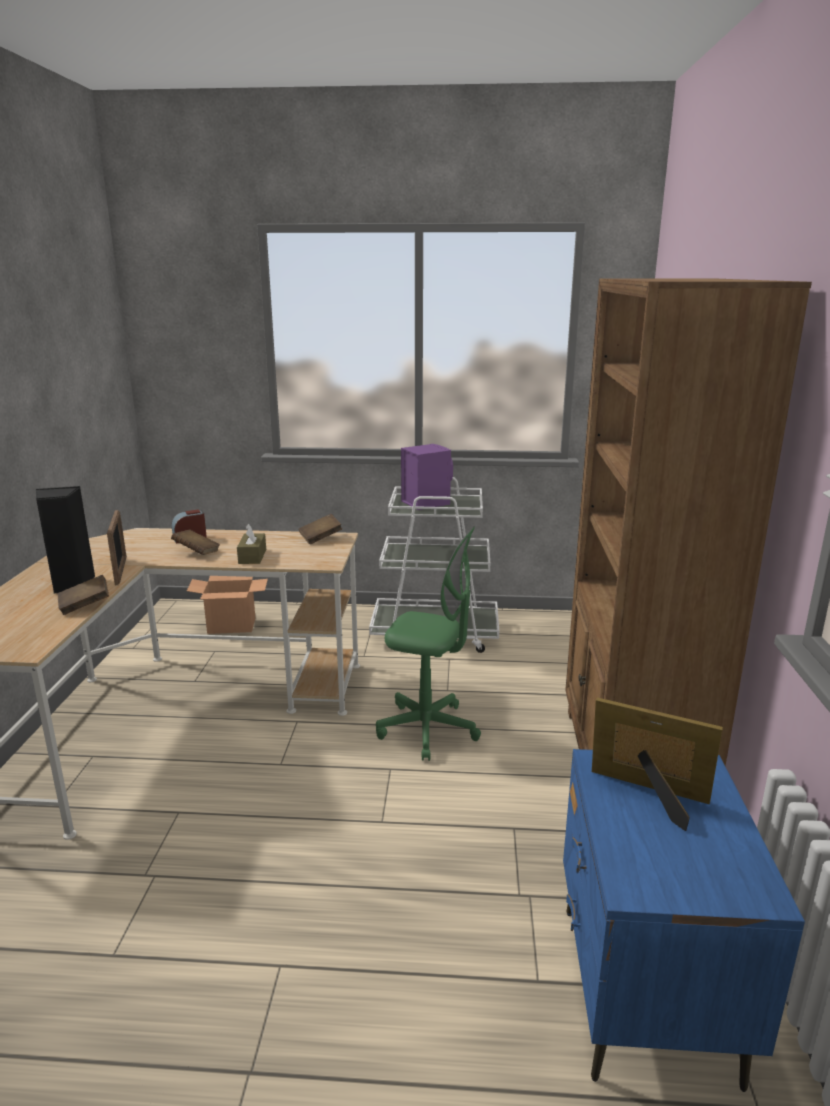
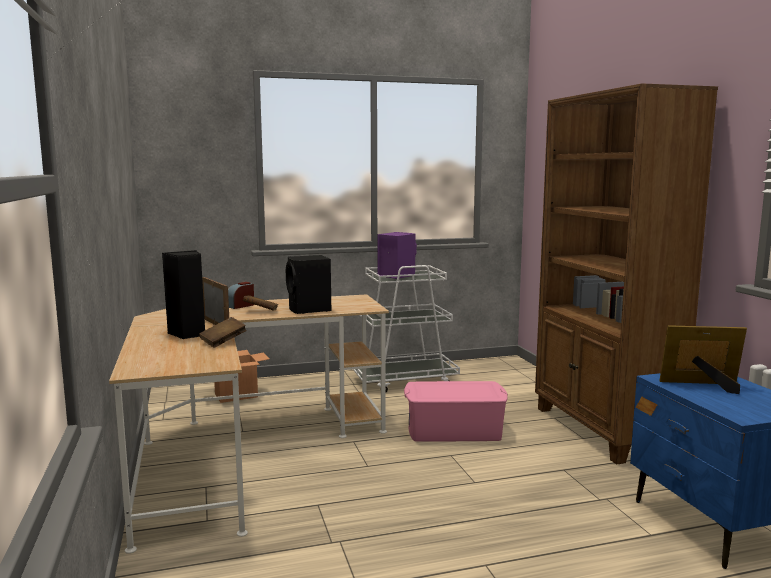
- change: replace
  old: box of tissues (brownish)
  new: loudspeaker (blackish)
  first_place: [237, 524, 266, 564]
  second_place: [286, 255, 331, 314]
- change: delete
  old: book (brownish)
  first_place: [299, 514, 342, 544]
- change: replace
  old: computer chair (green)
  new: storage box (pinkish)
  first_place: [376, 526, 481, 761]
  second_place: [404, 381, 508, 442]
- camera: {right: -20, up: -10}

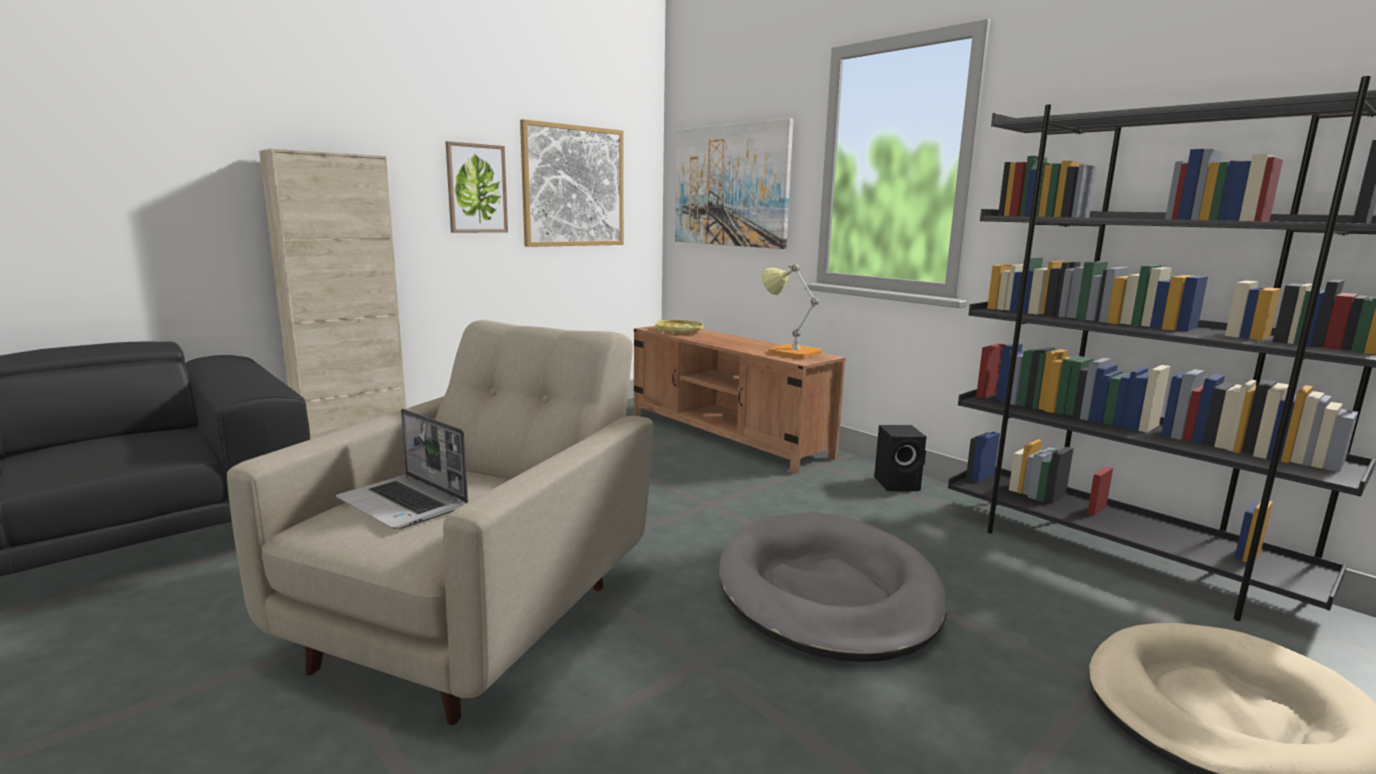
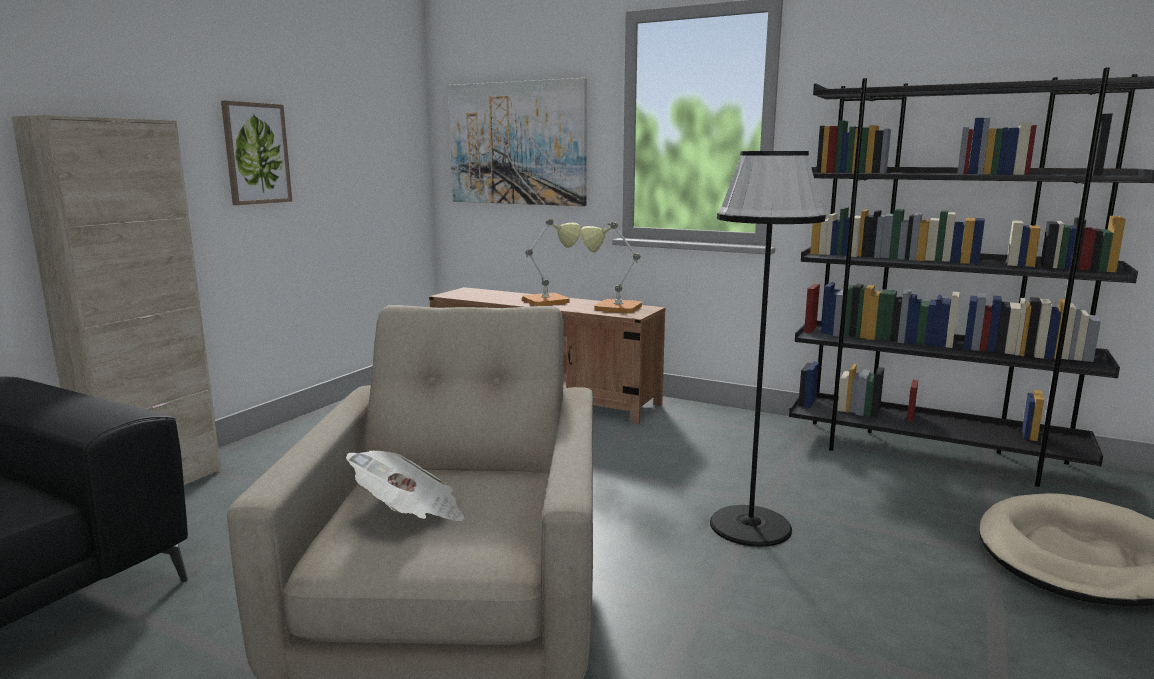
- change: replace
  old: portable computer
  new: daily paper
  first_place: [336, 409, 468, 529]
  second_place: [346, 451, 465, 521]
- change: delete
  old: wall picture
  first_place: [520, 119, 624, 247]
- change: delete
  old: carrying tray (yellow)
  first_place: [656, 320, 704, 334]
- change: replace
  old: pet bed (greyish)
  new: standing lamp (blackish)
  first_place: [719, 513, 947, 662]
  second_place: [710, 151, 825, 547]
- change: delete
  old: loudspeaker (blackish)
  first_place: [874, 425, 926, 492]
- change: insert
  new: table lamp
  second_place: [522, 219, 581, 306]
- camera: {right: -20, up: 0}

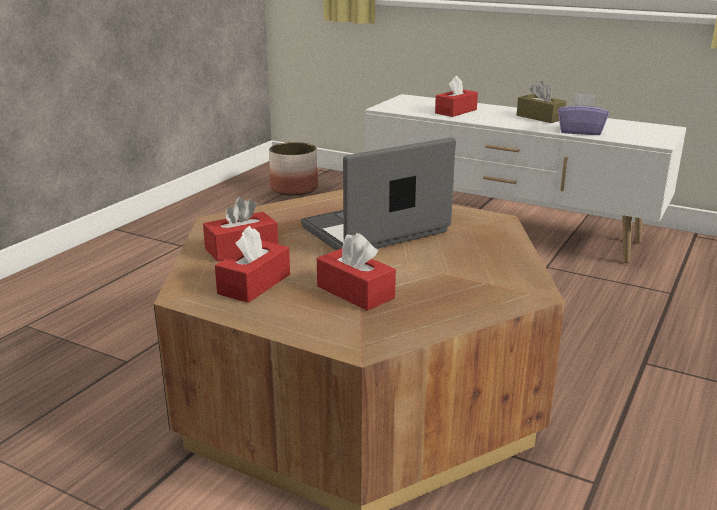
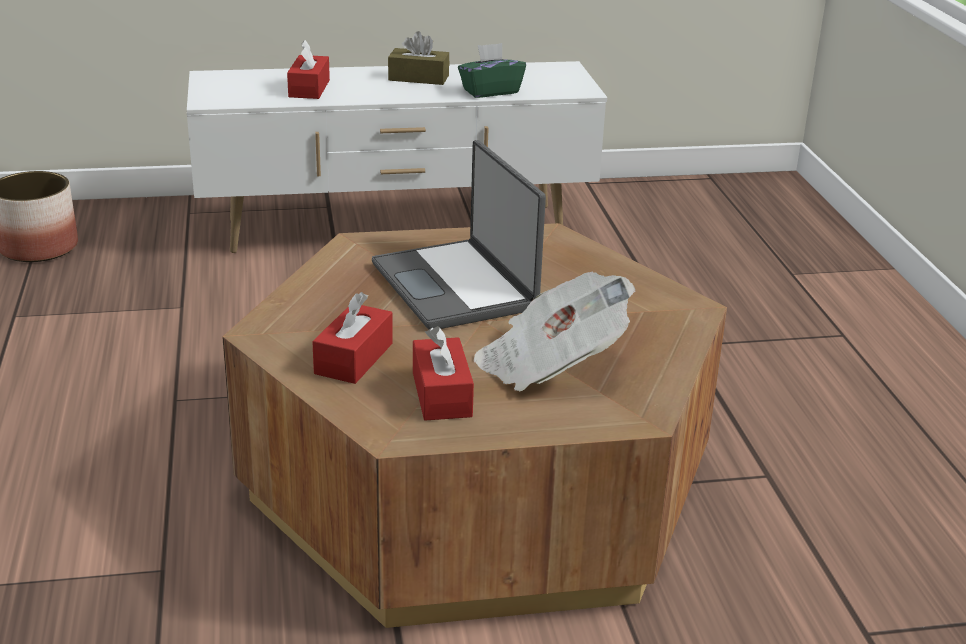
- change: rotate
  old: portable computer
  first_place: [301, 137, 456, 250]
  second_place: [372, 140, 546, 330]
  degrees: -45
- change: replace
  old: box of tissues (reddish)
  new: daily paper
  first_place: [317, 233, 396, 311]
  second_place: [474, 272, 636, 392]
- change: recolor
  old: box of tissues (purplish)
  new: box of tissues (green)
  first_place: [558, 93, 609, 135]
  second_place: [458, 43, 526, 98]
- camera: {right: -40, up: 5}

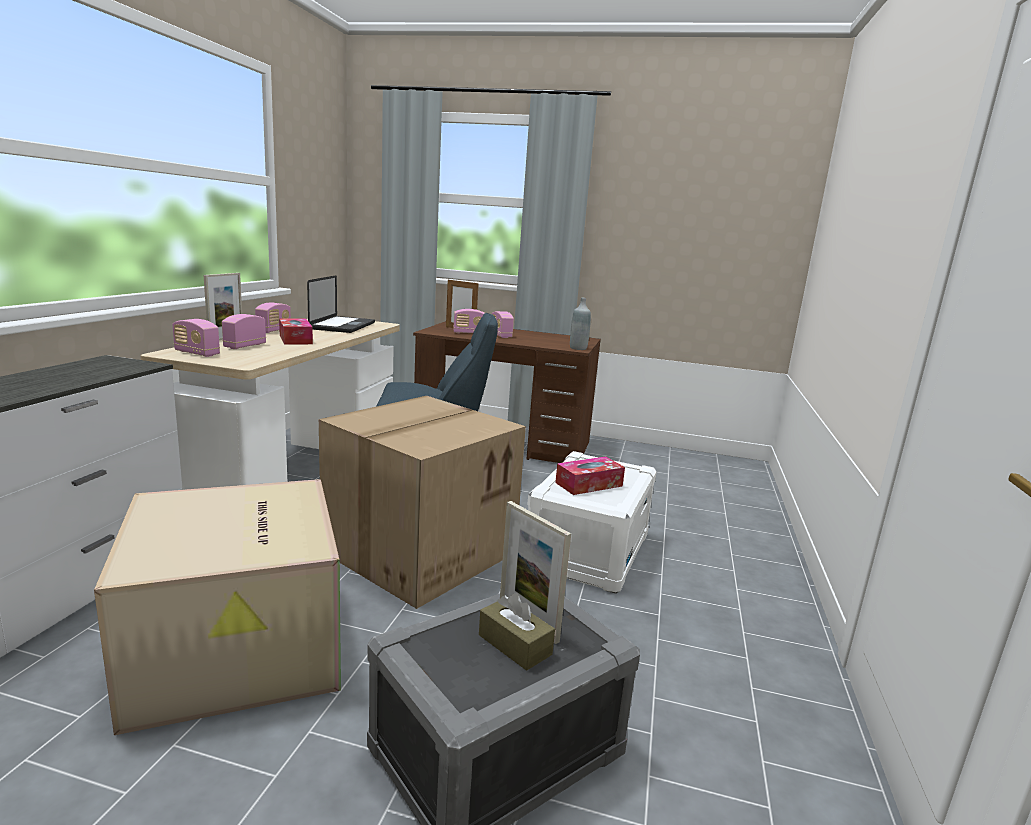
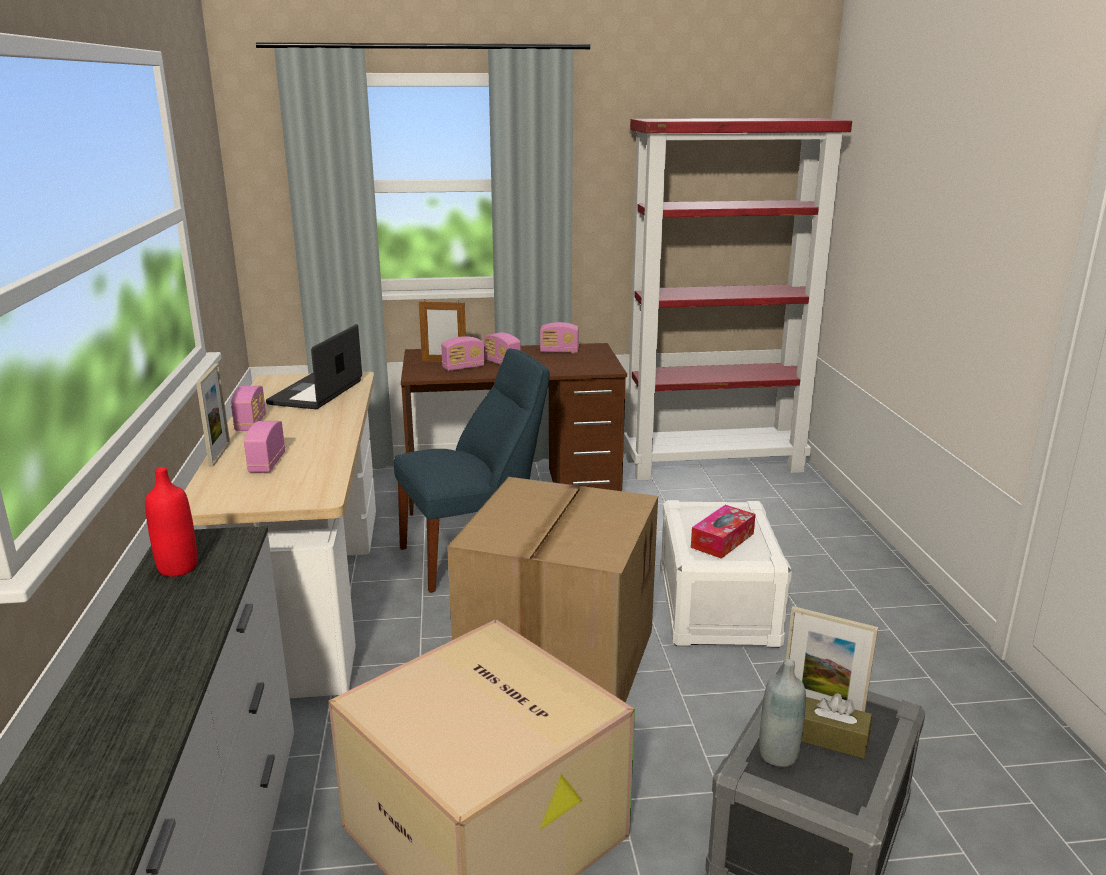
- change: move
  old: radio
  first_place: [173, 319, 220, 357]
  second_place: [540, 322, 579, 353]
- change: delete
  old: box of tissues
  first_place: [279, 318, 313, 345]
- change: rotate
  old: portable computer
  first_place: [307, 275, 375, 333]
  second_place: [266, 324, 362, 409]
  degrees: -150
- change: move
  old: drink bottle (greyish)
  first_place: [570, 298, 591, 350]
  second_place: [759, 659, 806, 767]
- change: insert
  new: drink bottle (reddish)
  second_place: [145, 467, 198, 577]
- change: insert
  new: shelving unit (reddish)
  second_place: [624, 118, 852, 481]
- camera: {right: -20, up: 5}

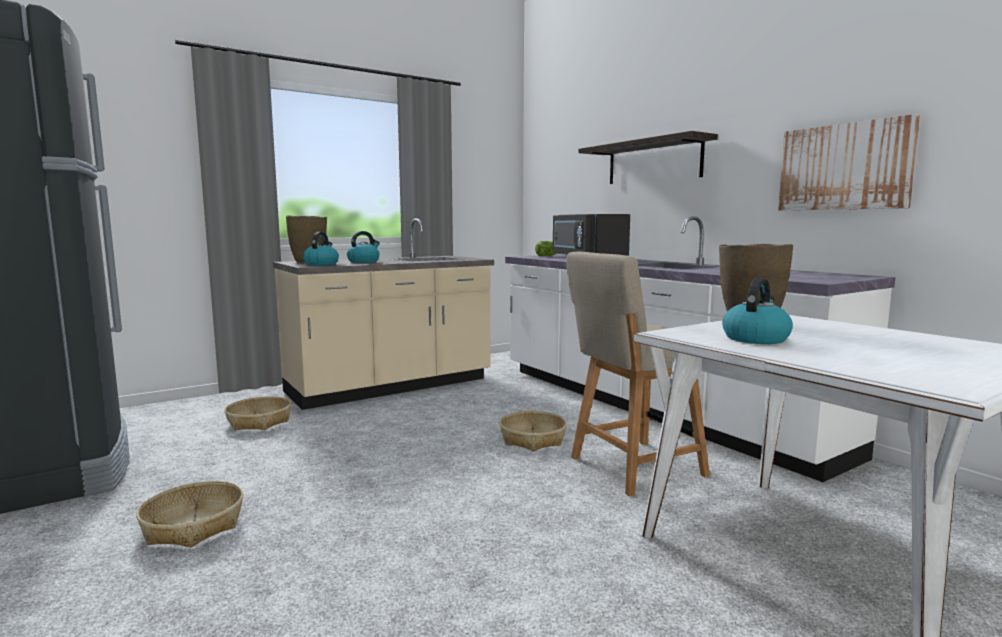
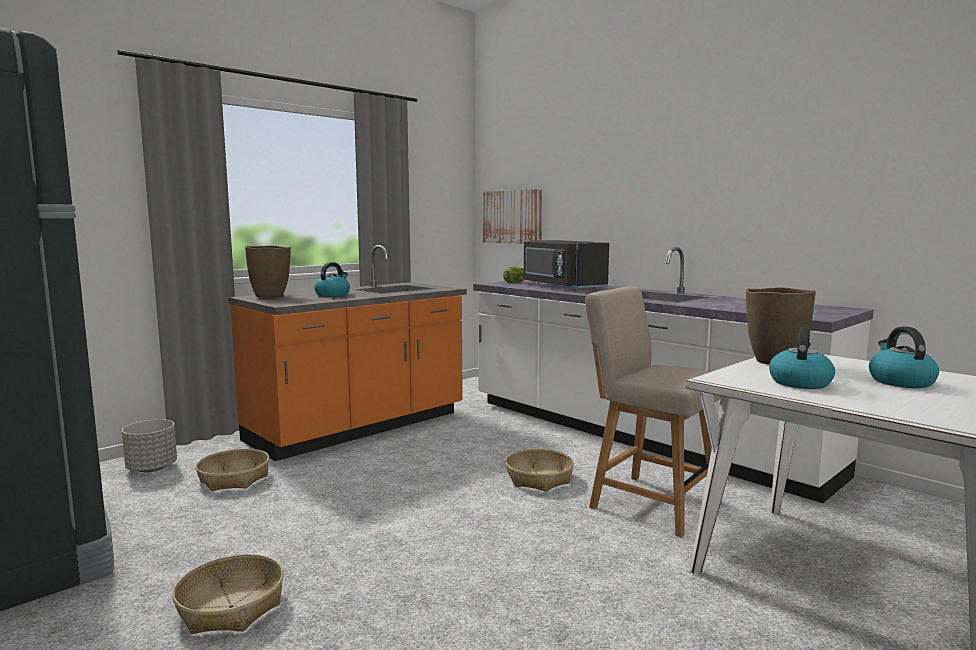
- change: recolor
  old: kitchen counter (beige)
  new: kitchen counter (orange-coloured)
  first_place: [273, 219, 494, 410]
  second_place: [228, 245, 467, 461]
- change: move
  old: water kettle
  first_place: [303, 232, 339, 266]
  second_place: [869, 327, 939, 388]
- change: rotate
  old: chair (beige)
  first_place: [566, 252, 710, 496]
  second_place: [585, 286, 721, 538]
  degrees: 75
- change: delete
  old: wall shelf
  first_place: [578, 131, 718, 184]
- change: move
  old: wall picture
  first_place: [778, 114, 920, 210]
  second_place: [483, 189, 542, 244]
- change: insert
  new: planter (greyish)
  second_place: [122, 419, 177, 472]
- camera: {right: -10, up: 0}

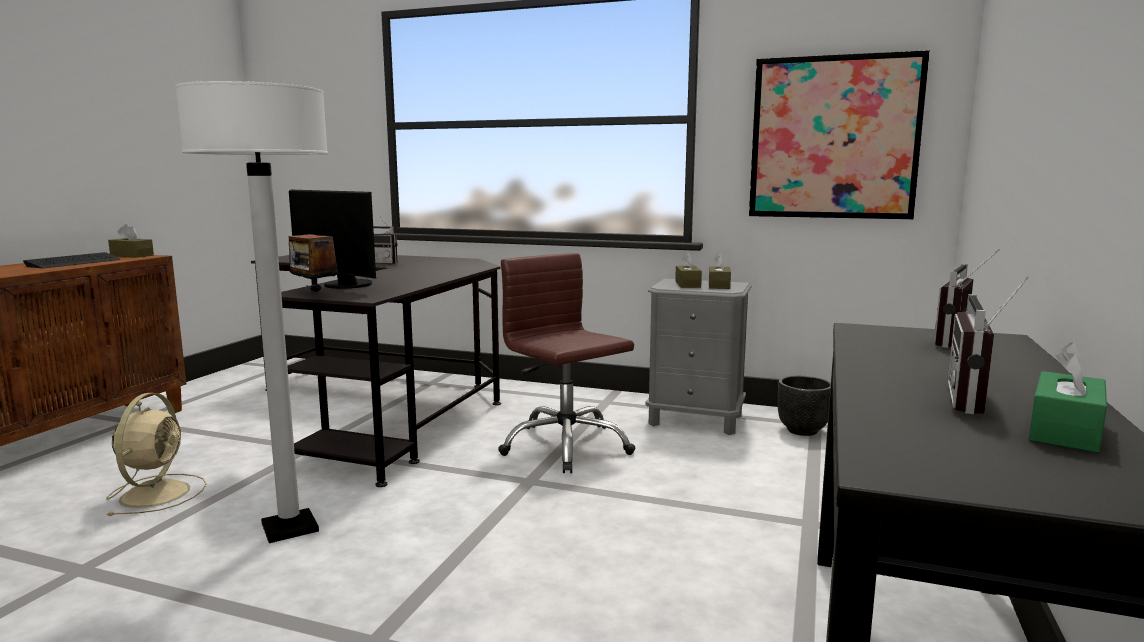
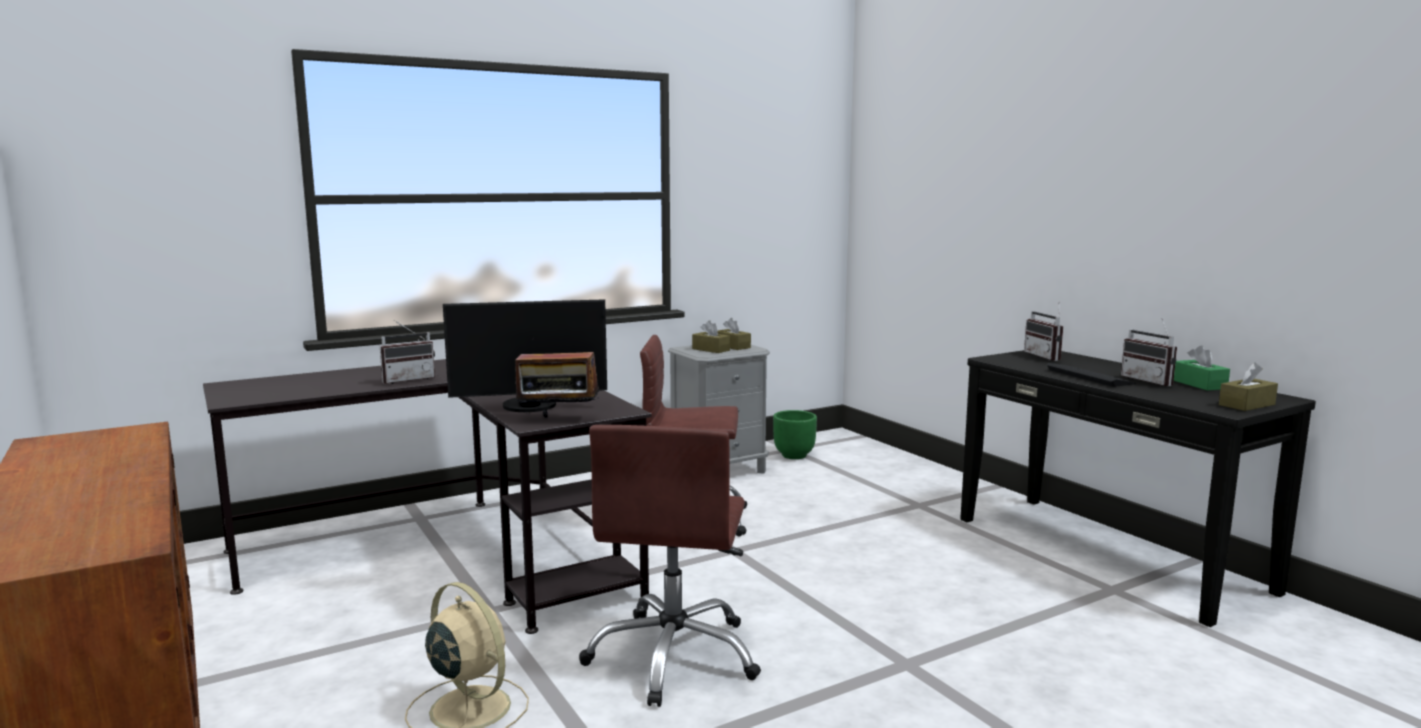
- change: move
  old: PC keyboard
  first_place: [23, 252, 120, 268]
  second_place: [1047, 363, 1136, 387]
- change: move
  old: box of tissues (brownish)
  first_place: [108, 224, 154, 258]
  second_place: [1219, 362, 1278, 411]
- change: replace
  old: standing lamp (white)
  new: computer chair (brownish)
  first_place: [175, 81, 328, 543]
  second_place: [579, 425, 761, 707]
- change: delete
  old: wall picture
  first_place: [749, 50, 930, 219]
- change: recolor
  old: planter (blackish)
  new: planter (green)
  first_place: [778, 376, 831, 436]
  second_place: [773, 410, 817, 459]
- camera: {right: -50, up: 0}

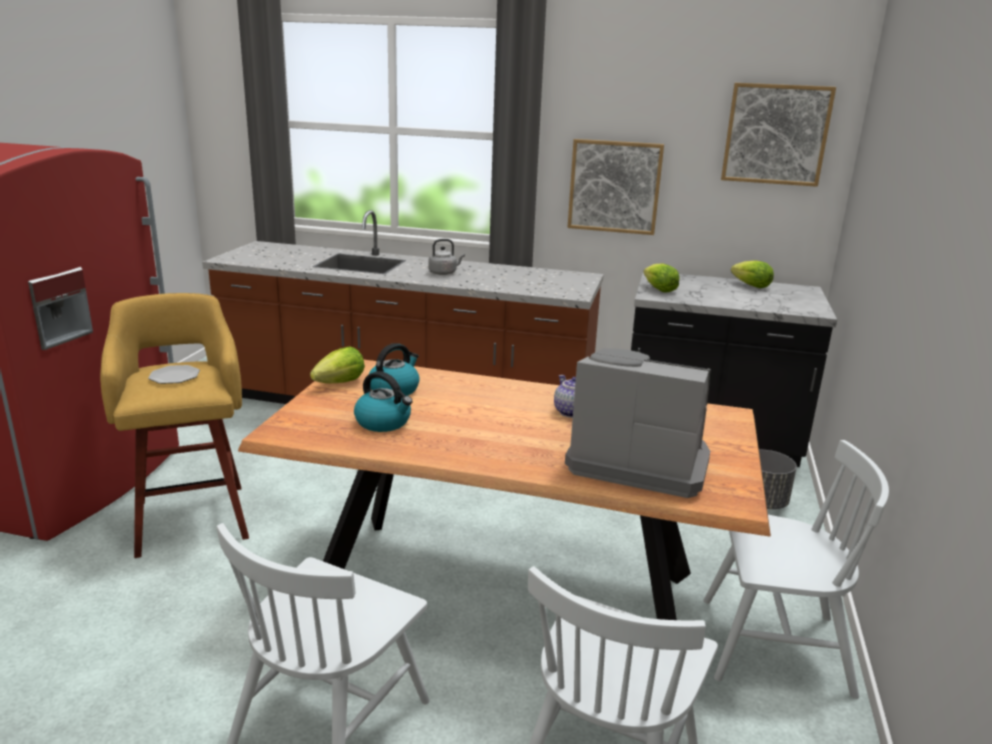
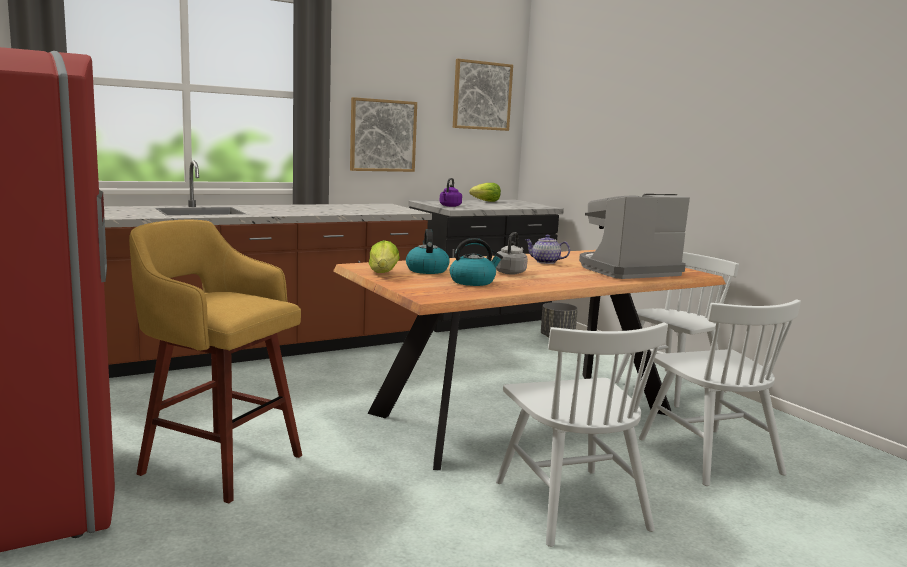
- change: delete
  old: flat dish
  first_place: [148, 365, 200, 384]
- change: move
  old: water kettle (greyish)
  first_place: [428, 239, 465, 275]
  second_place: [496, 232, 528, 275]
- change: replace
  old: head of lettuce
  new: water kettle (purplish)
  first_place: [643, 263, 679, 293]
  second_place: [440, 178, 462, 207]
- camera: {right: -45, up: -10}

